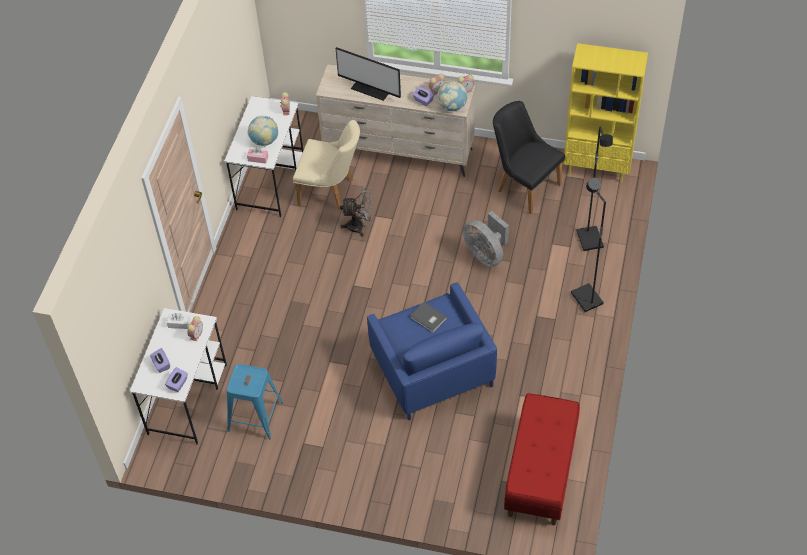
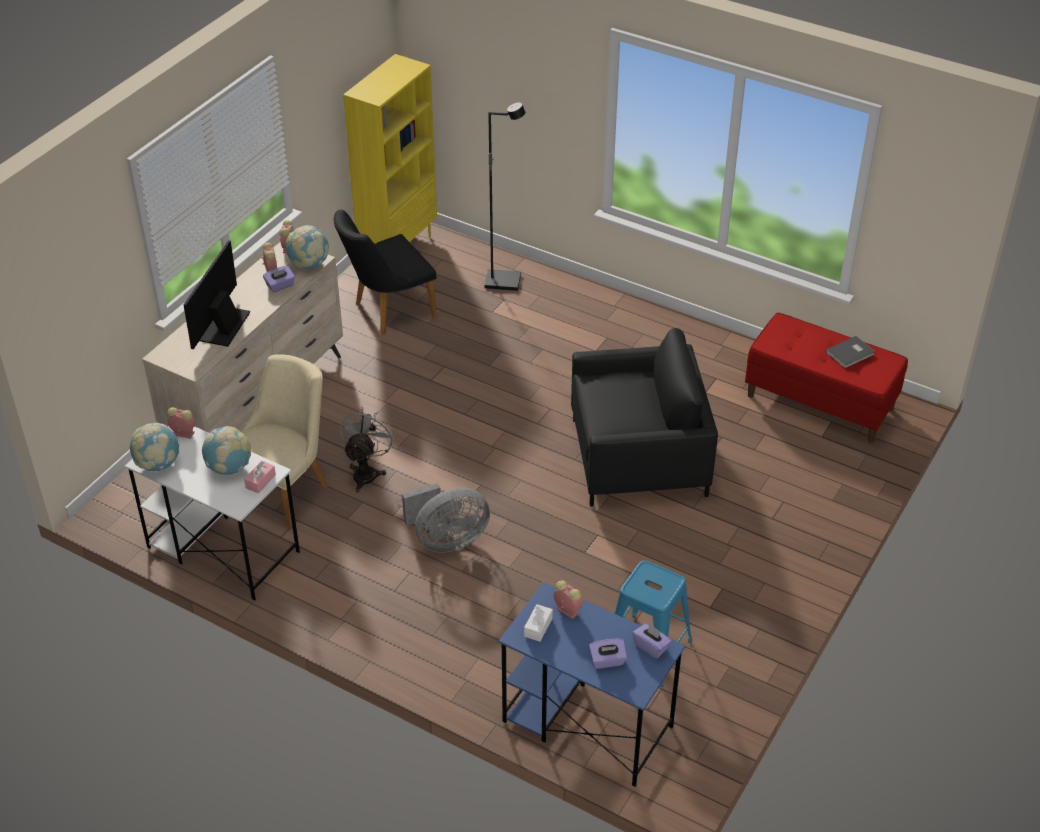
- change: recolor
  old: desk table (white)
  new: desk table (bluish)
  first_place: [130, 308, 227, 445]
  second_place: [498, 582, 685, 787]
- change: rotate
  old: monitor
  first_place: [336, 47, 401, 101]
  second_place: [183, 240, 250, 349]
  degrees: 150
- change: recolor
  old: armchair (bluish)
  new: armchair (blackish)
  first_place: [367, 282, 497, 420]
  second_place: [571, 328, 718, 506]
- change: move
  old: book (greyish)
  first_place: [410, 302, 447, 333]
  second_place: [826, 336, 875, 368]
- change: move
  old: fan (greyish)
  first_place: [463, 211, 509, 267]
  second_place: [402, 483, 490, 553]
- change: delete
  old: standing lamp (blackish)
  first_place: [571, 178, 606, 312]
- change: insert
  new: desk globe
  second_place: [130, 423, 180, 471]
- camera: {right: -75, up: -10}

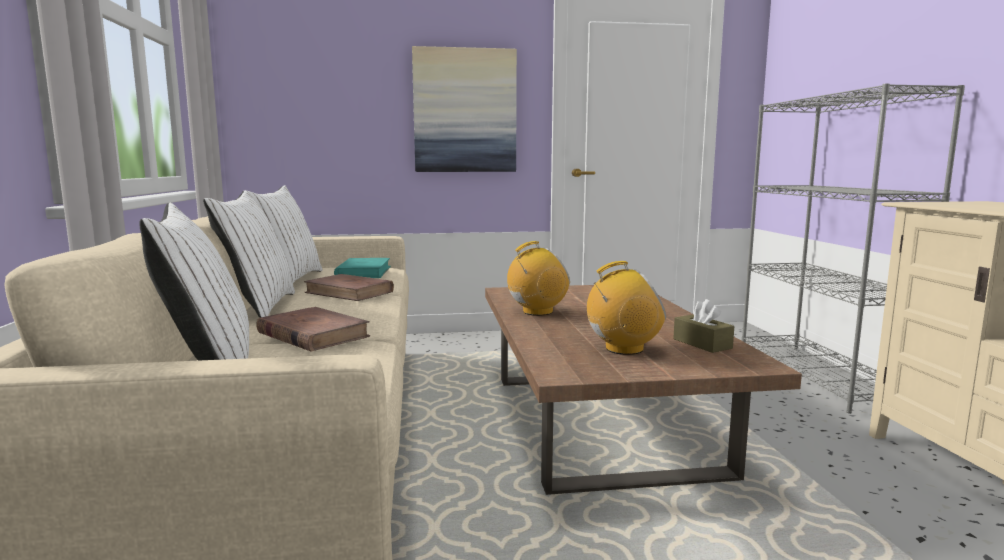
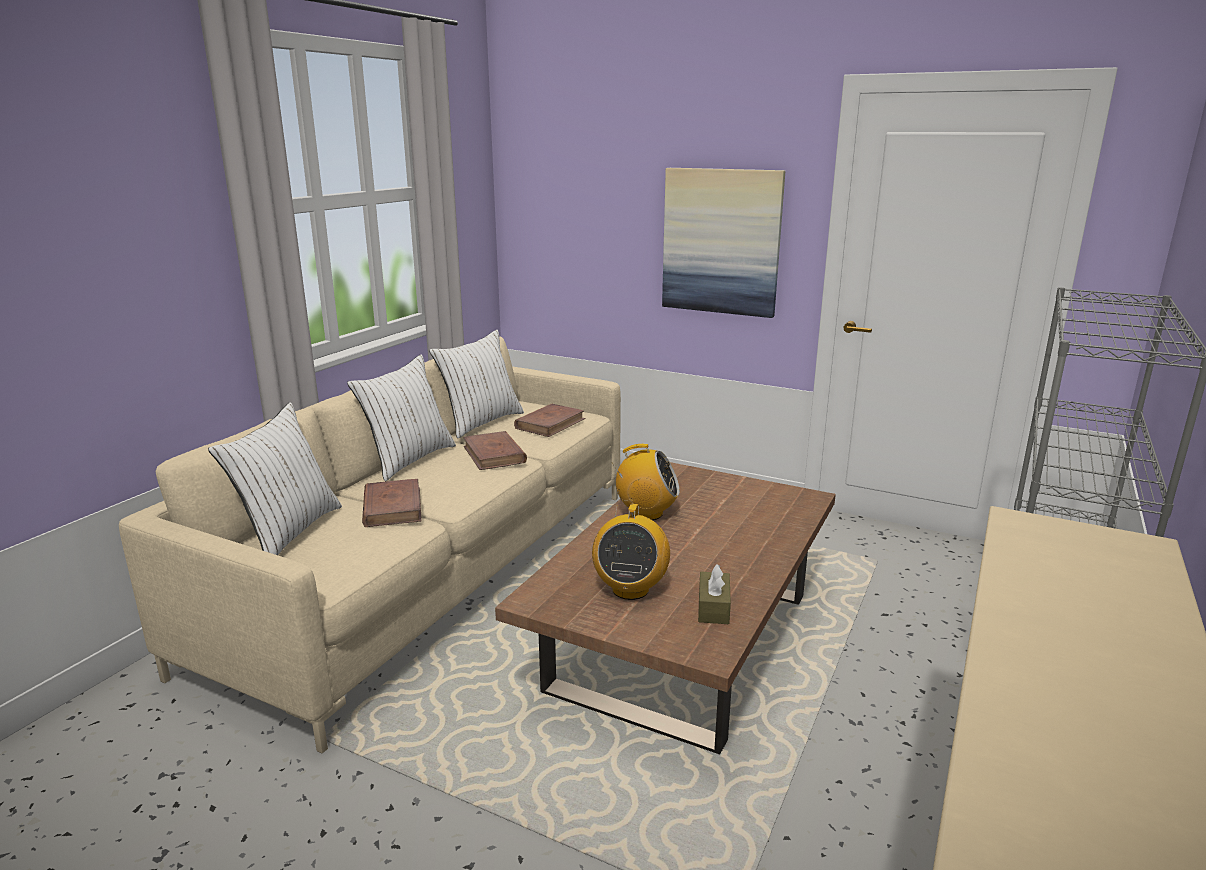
- change: recolor
  old: book (blue-green)
  new: book (brownish)
  first_place: [334, 258, 391, 278]
  second_place: [514, 404, 585, 437]
- change: rotate
  old: radio
  first_place: [587, 261, 666, 355]
  second_place: [592, 504, 670, 600]
  degrees: 75
- camera: {right: 35, up: 10}

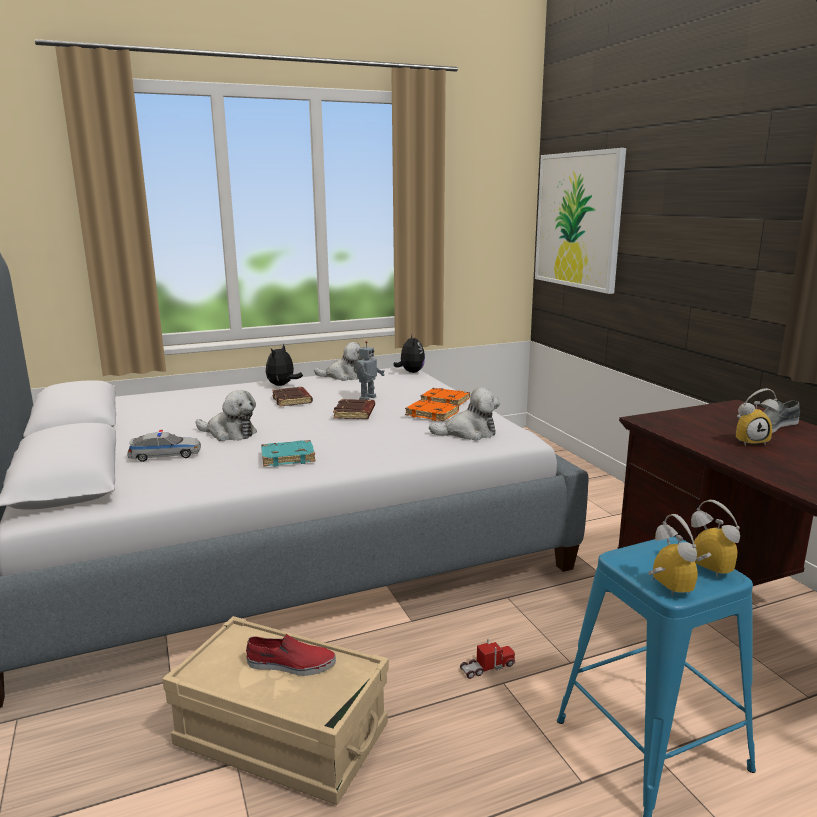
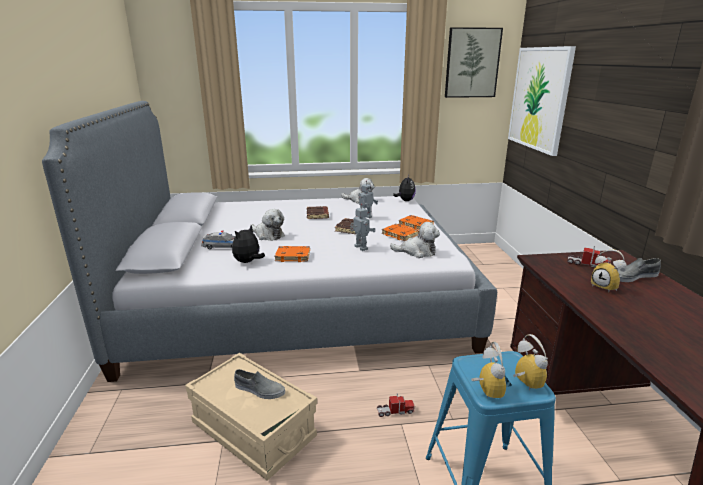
- change: recolor
  old: shoe (reddish)
  new: shoe (greyish)
  first_place: [246, 633, 336, 676]
  second_place: [234, 369, 285, 399]
- change: recolor
  old: book (blue-green)
  new: book (orange-coloured)
  first_place: [261, 440, 316, 467]
  second_place: [274, 246, 310, 262]
- change: move
  old: soft toy
  first_place: [266, 344, 303, 386]
  second_place: [232, 225, 265, 263]
- change: rotate
  old: table clock
  first_place: [736, 388, 779, 447]
  second_place: [591, 250, 627, 293]
  degrees: 45
- change: insert
  new: model robot
  second_place: [350, 203, 376, 251]
- change: insert
  new: wall picture
  second_place: [445, 27, 503, 98]
- change: insert
  new: toy lorry
  second_place: [567, 246, 611, 268]
- camera: {right: 15, up: 5}

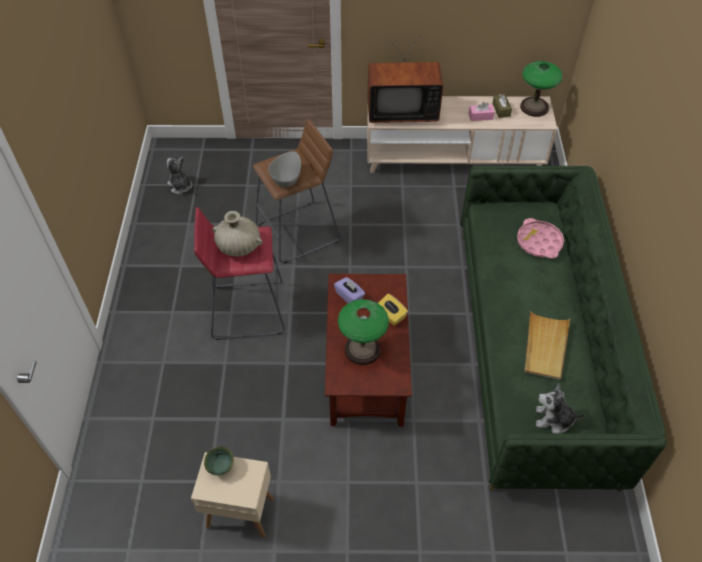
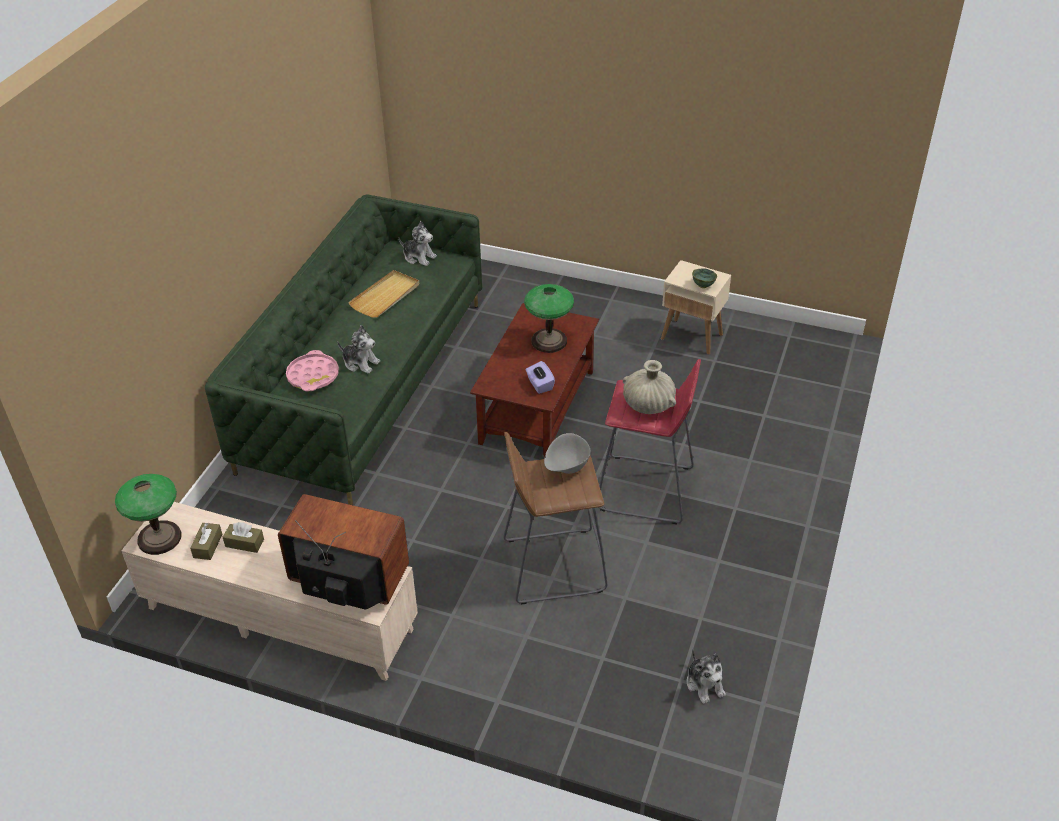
- change: delete
  old: box of tissues (yellow)
  first_place: [378, 294, 408, 326]
- change: recolor
  old: box of tissues (pinkish)
  new: box of tissues (brownish)
  first_place: [468, 102, 495, 121]
  second_place: [223, 522, 264, 553]
- change: insert
  new: soft toy
  second_place: [337, 325, 380, 374]
- camera: {right: -160, up: -10}

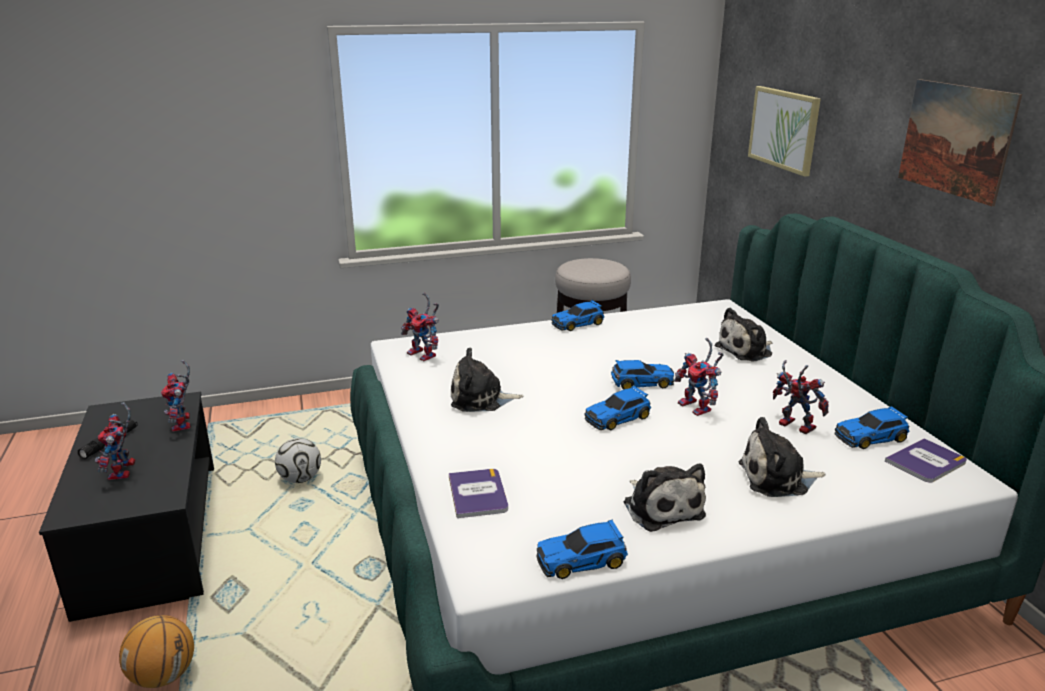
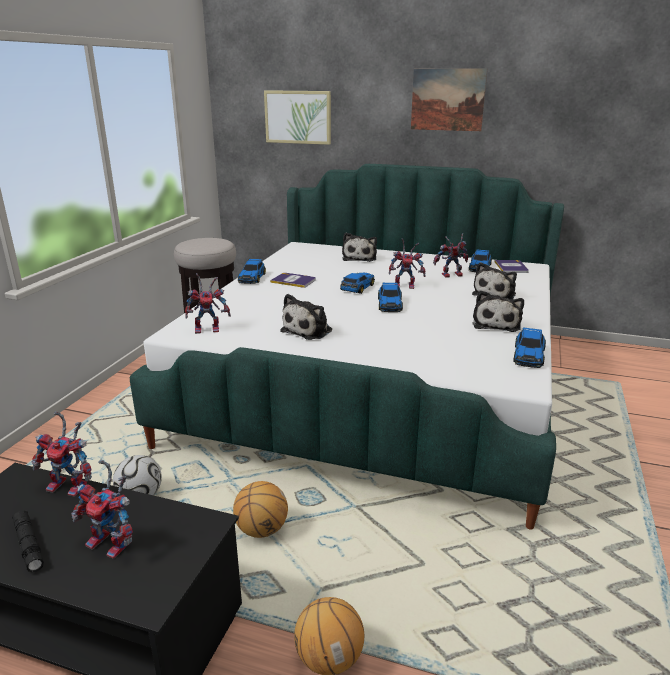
- change: move
  old: book
  first_place: [449, 469, 508, 518]
  second_place: [270, 273, 316, 288]
- change: rotate
  old: soft toy
  first_place: [624, 463, 706, 532]
  second_place: [473, 290, 524, 332]
  degrees: 90
- change: insert
  new: basketball ball
  second_place: [233, 481, 288, 538]
- camera: {right: -55, up: 0}

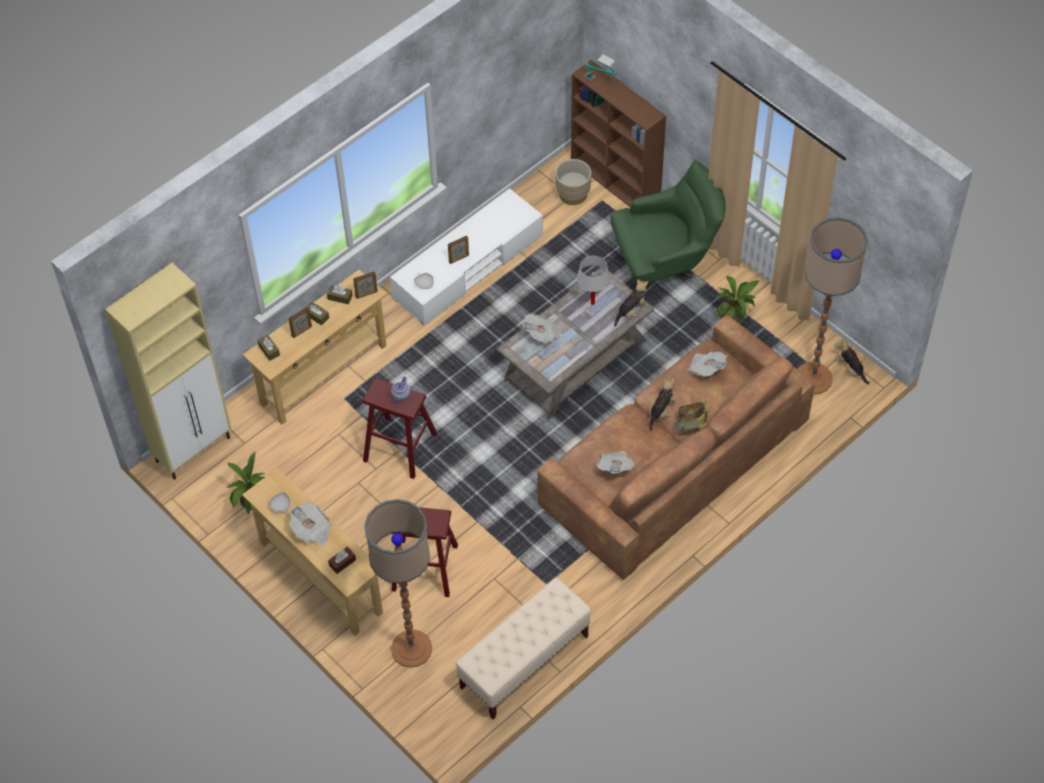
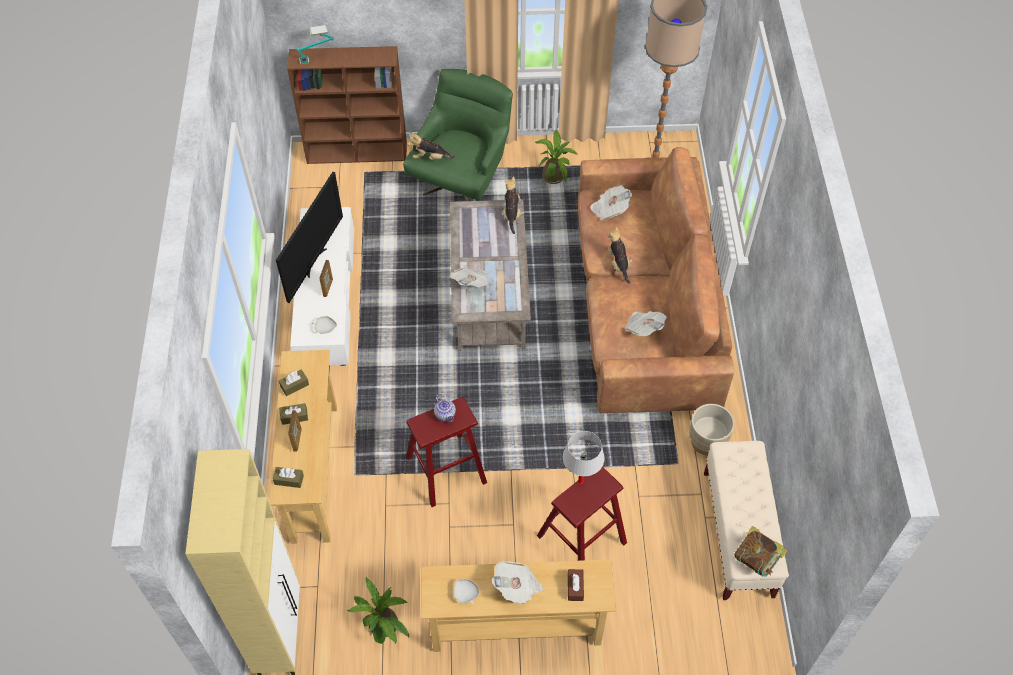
- change: delete
  old: picture frame
  first_place: [353, 271, 378, 299]
- change: delete
  old: standing lamp
  first_place: [364, 499, 432, 668]
- change: move
  old: planter (beige)
  first_place: [555, 159, 591, 205]
  second_place: [689, 404, 734, 456]
- change: move
  old: table lamp (white)
  first_place: [576, 256, 610, 305]
  second_place: [563, 431, 605, 484]
- change: move
  old: book
  first_place: [676, 400, 709, 432]
  second_place: [734, 526, 787, 577]
- change: move
  old: soft toy
  first_place: [834, 336, 870, 384]
  second_place: [407, 132, 455, 160]
- change: insert
  new: television
  second_place: [276, 172, 343, 303]
- camera: {right: -50, up: 0}

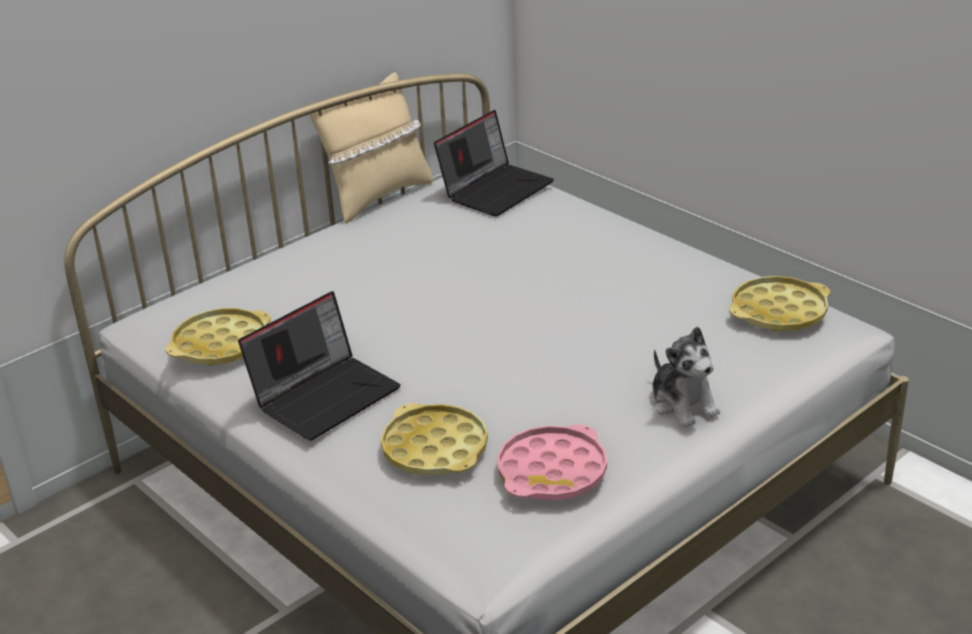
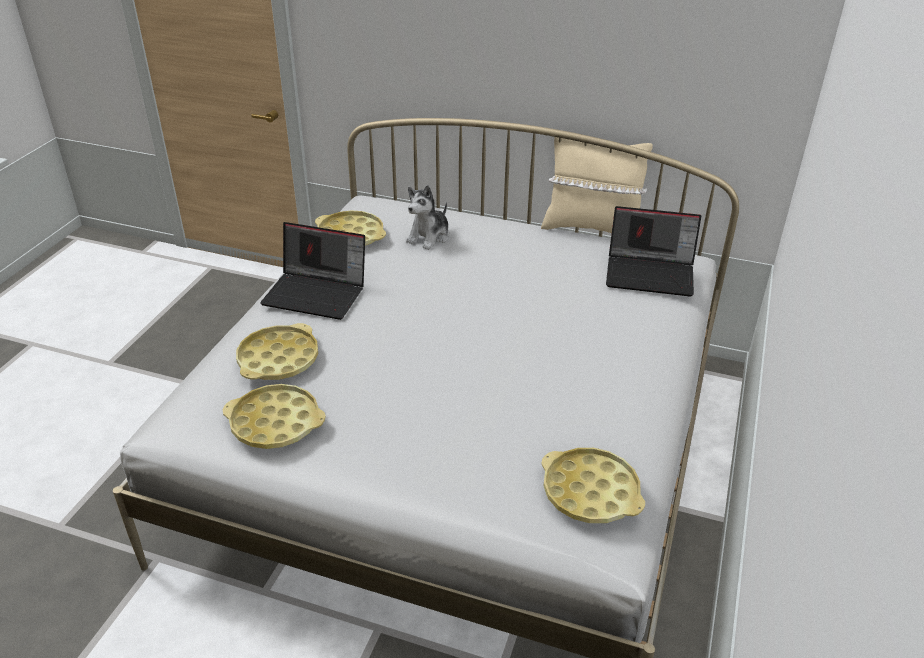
- change: recolor
  old: carrying tray (pinkish)
  new: carrying tray (yellow)
  first_place: [497, 424, 607, 500]
  second_place: [223, 384, 326, 449]
- change: move
  old: soft toy
  first_place: [651, 326, 720, 427]
  second_place: [406, 185, 449, 250]
- camera: {right: 60, up: 5}

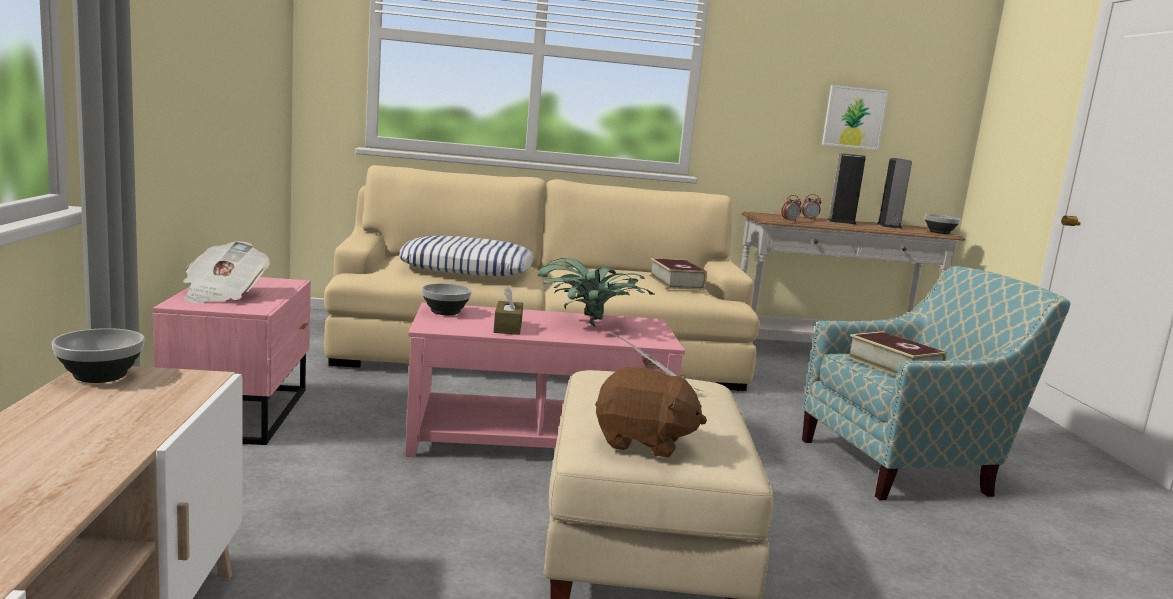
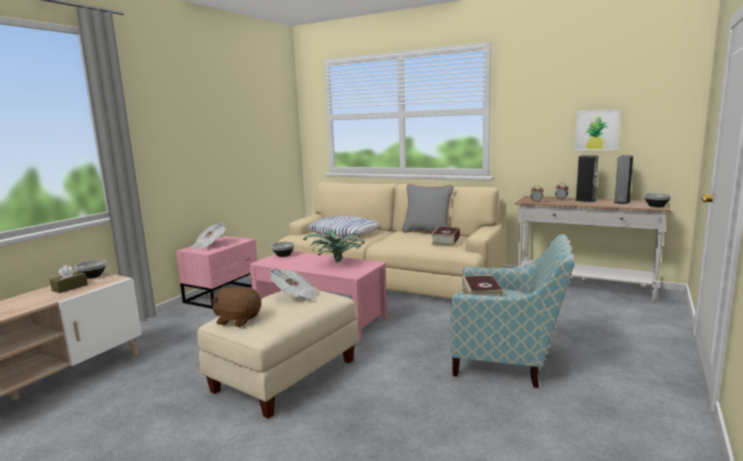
- change: move
  old: box of tissues (brownish)
  first_place: [494, 287, 523, 335]
  second_place: [50, 265, 88, 293]
- change: rotate
  old: soft toy (brownish)
  first_place: [595, 367, 707, 458]
  second_place: [212, 286, 261, 327]
  degrees: 150
- change: insert
  new: pillow (greyish)
  second_place: [402, 184, 454, 233]
- camera: {right: 35, up: 0}

